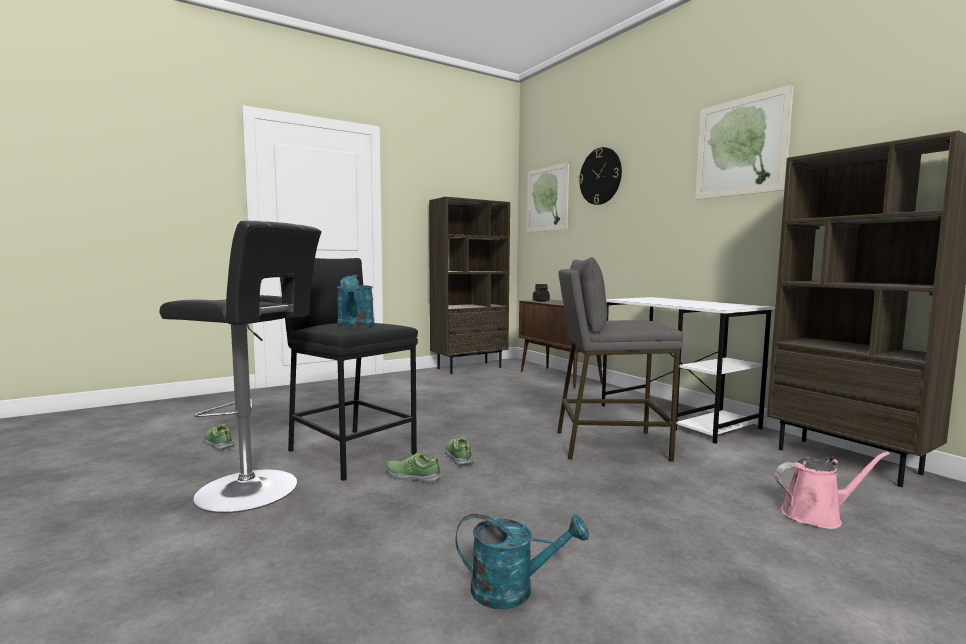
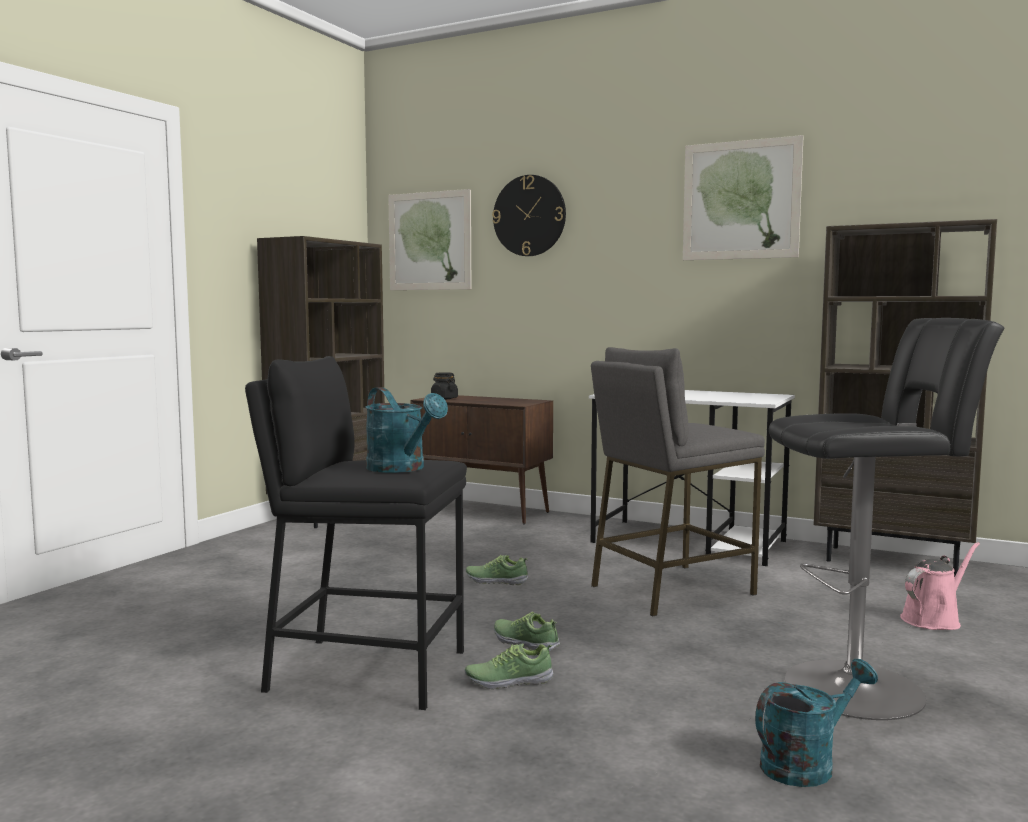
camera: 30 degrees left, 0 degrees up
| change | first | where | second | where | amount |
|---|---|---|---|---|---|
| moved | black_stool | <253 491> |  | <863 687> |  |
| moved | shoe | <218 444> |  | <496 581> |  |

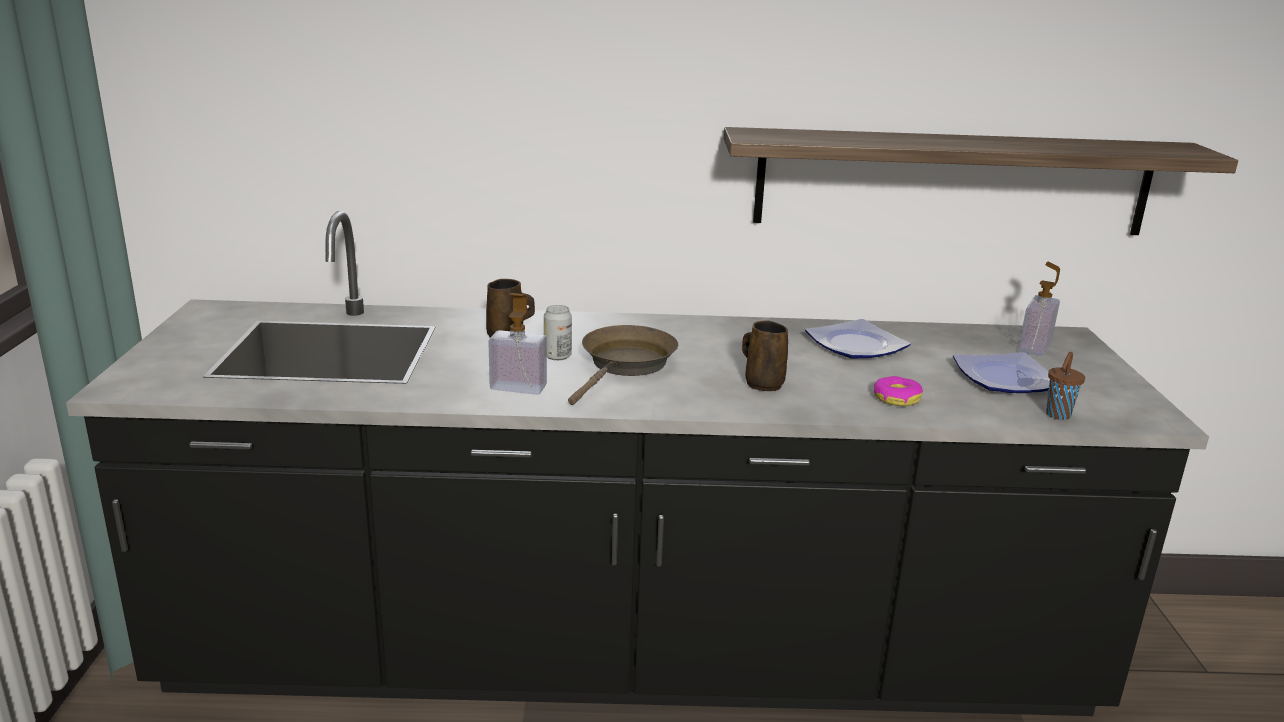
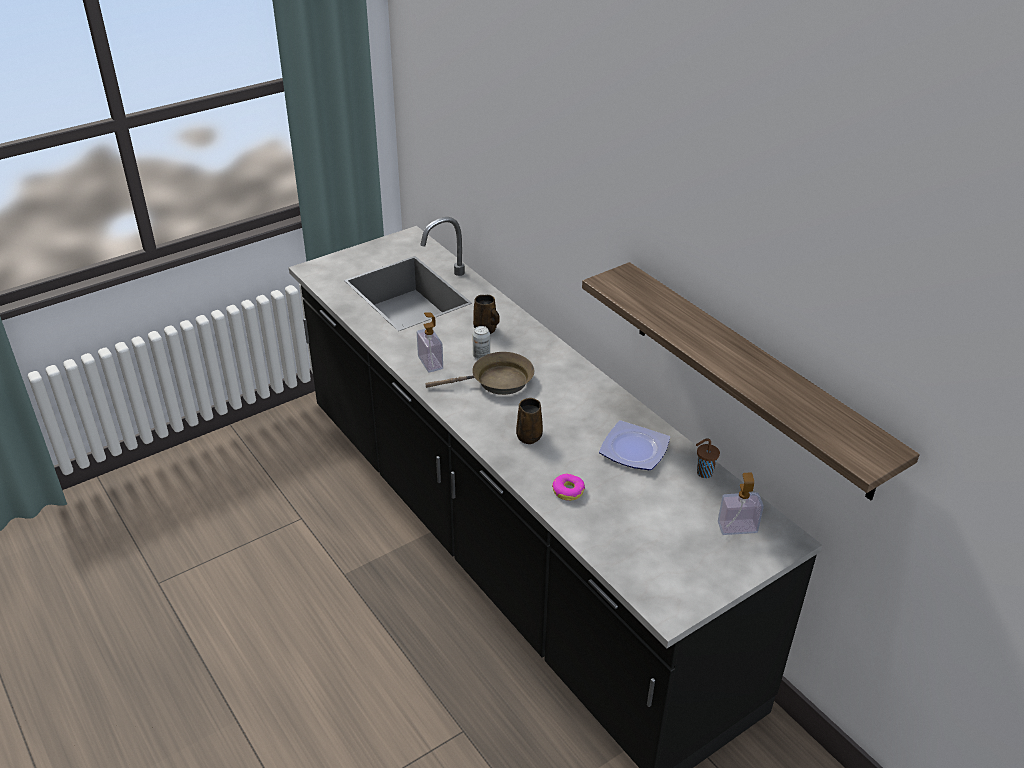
camera: 55 degrees right, 15 degrees up
| change | first | where | second | where | amount |
|---|---|---|---|---|---|
| removed | plate | <1006 378> |  |  |  |
| moved | brown_cup | <1057 415> |  | <703 473> |  |

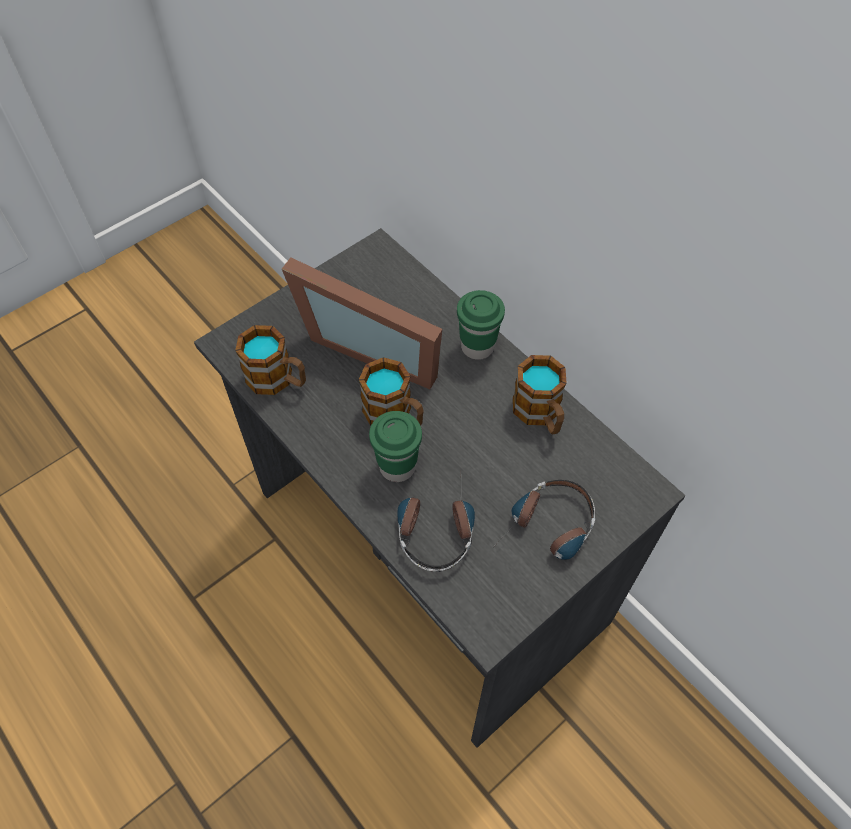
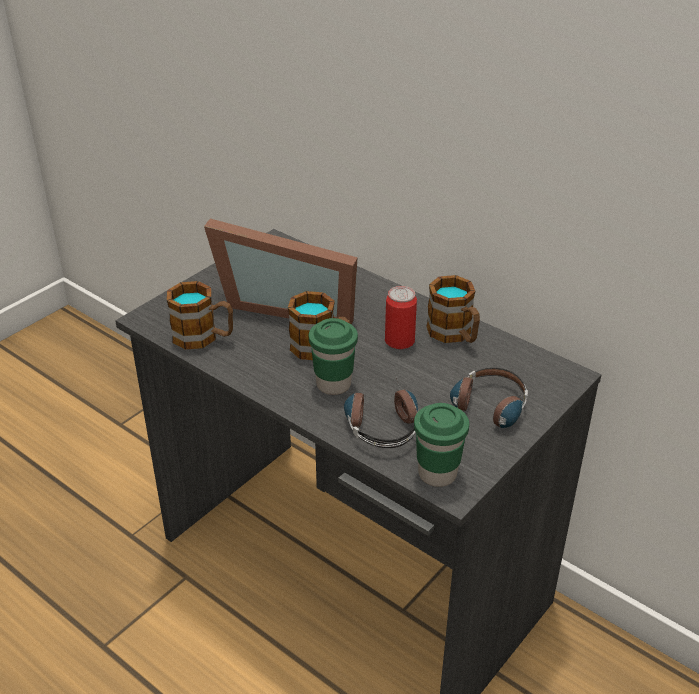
camera: 10 degrees left, 20 degrees down
| change | first | where | second | where | amount |
|---|---|---|---|---|---|
| moved | green_cup | <477 347> |  | <437 474> |  |
| added |  |  | can | <399 341> |  |

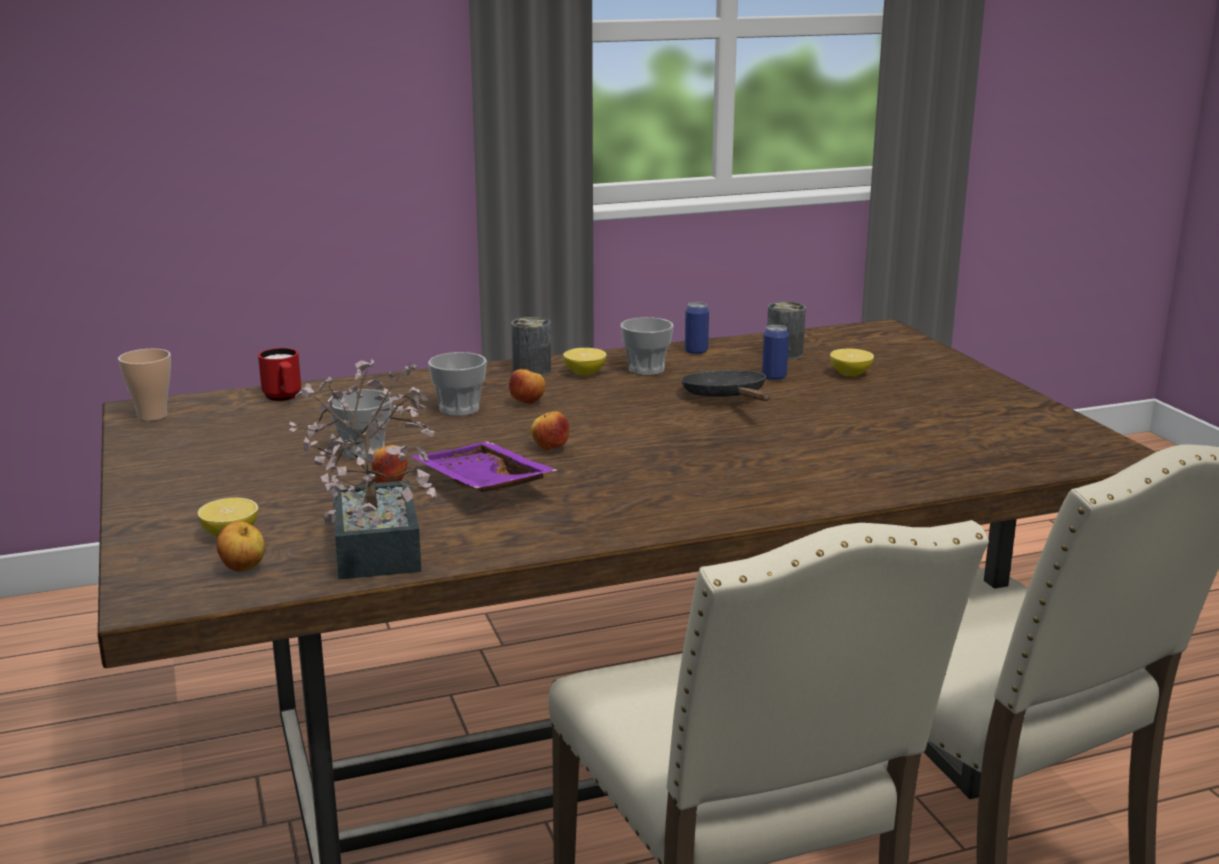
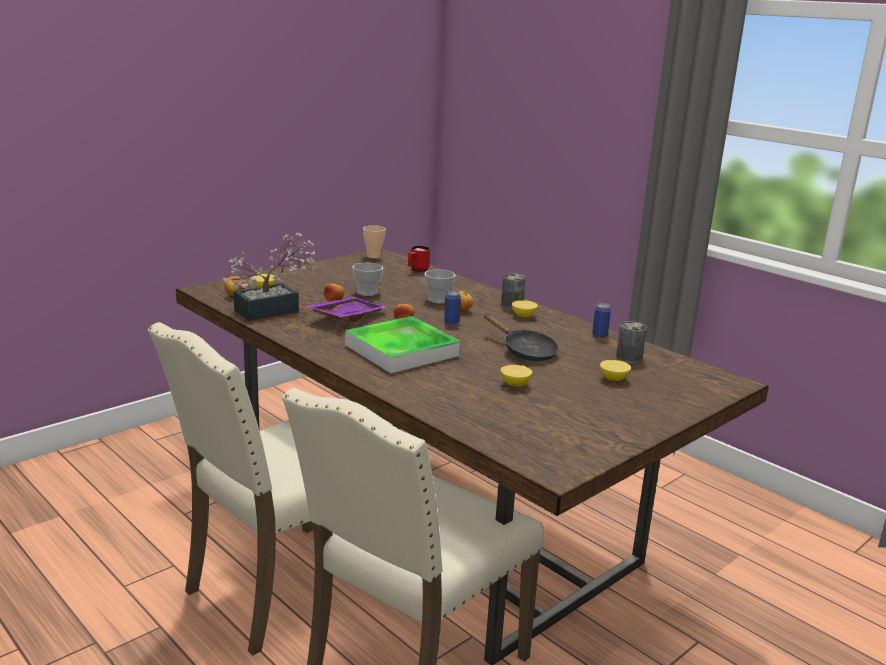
camera: 65 degrees right, 0 degrees up
| change | first | where | second | where | amount |
|---|---|---|---|---|---|
| removed | cup | <646 369> |  |  |  |
| turned | black_frying_pan | <727 398> |  | <525 351> | 90 degrees clockwise |
| moved | can | <774 377> |  | <451 323> |  |
| added |  |  | tray | <401 350> |  |
| added |  |  | lemon | <515 384> |  |

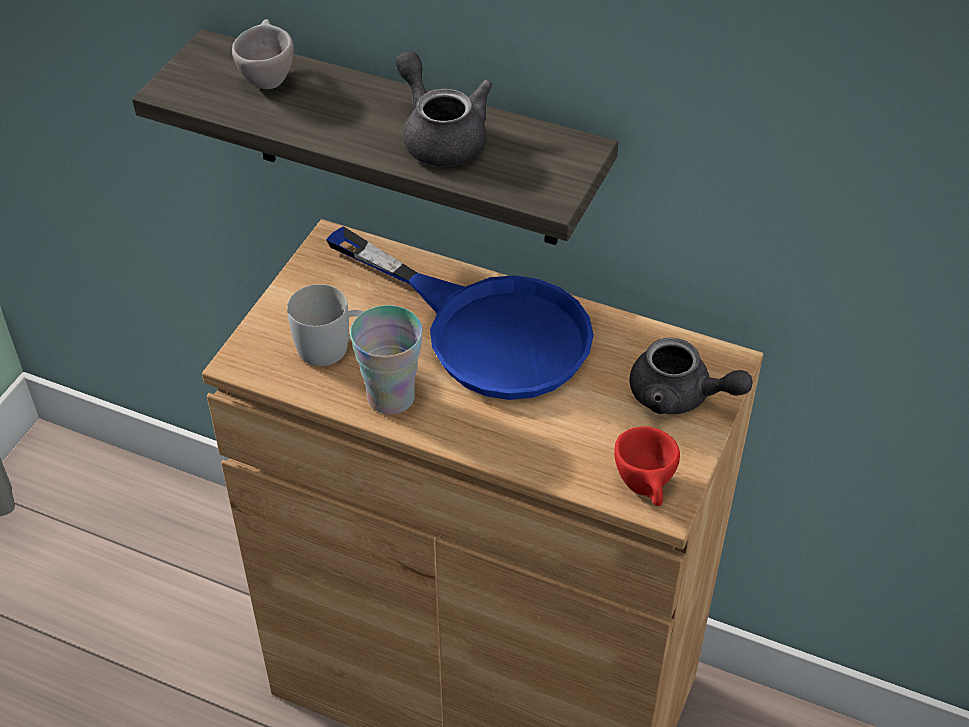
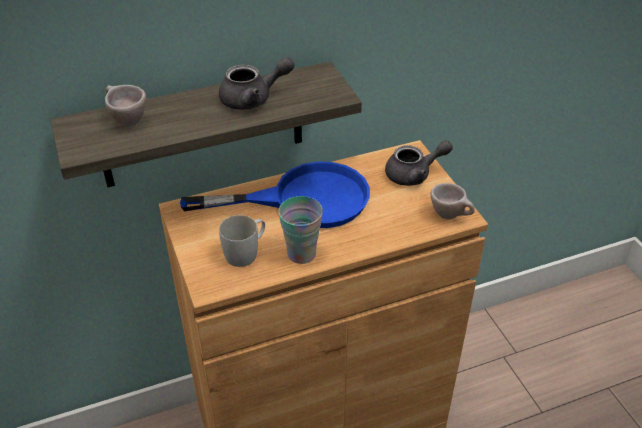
camera: 45 degrees left, 5 degrees down
| change | first | where | second | where | amount |
|---|---|---|---|---|---|
| turned | grey_teapot | <440 136> |  | <253 99> | 150 degrees clockwise |
| recoloured | red_cup | <646 490> | beige_cup | <451 216> |  |

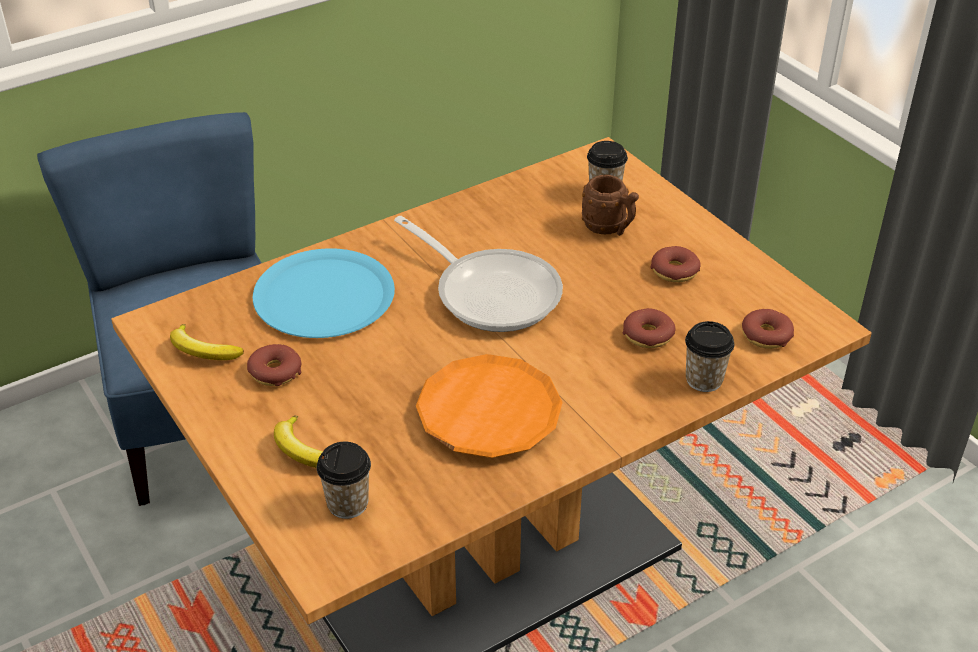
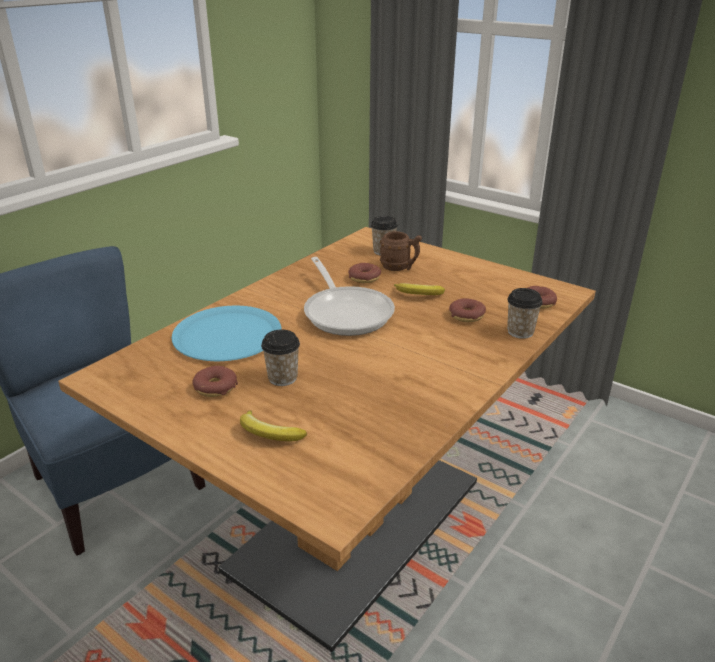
camera: 20 degrees left, 10 degrees down
| change | first | where | second | where | amount |
|---|---|---|---|---|---|
| moved | banana | <203 351> |  | <418 294> |  |
| moved | cup | <347 504> |  | <282 378> |  |
| turned | frying_pan | <491 292> |  | <346 312> | 45 degrees clockwise |
| removed | orange_plate | <489 413> |  |  |  |
| moved | donut | <674 271> |  | <364 278> |  |

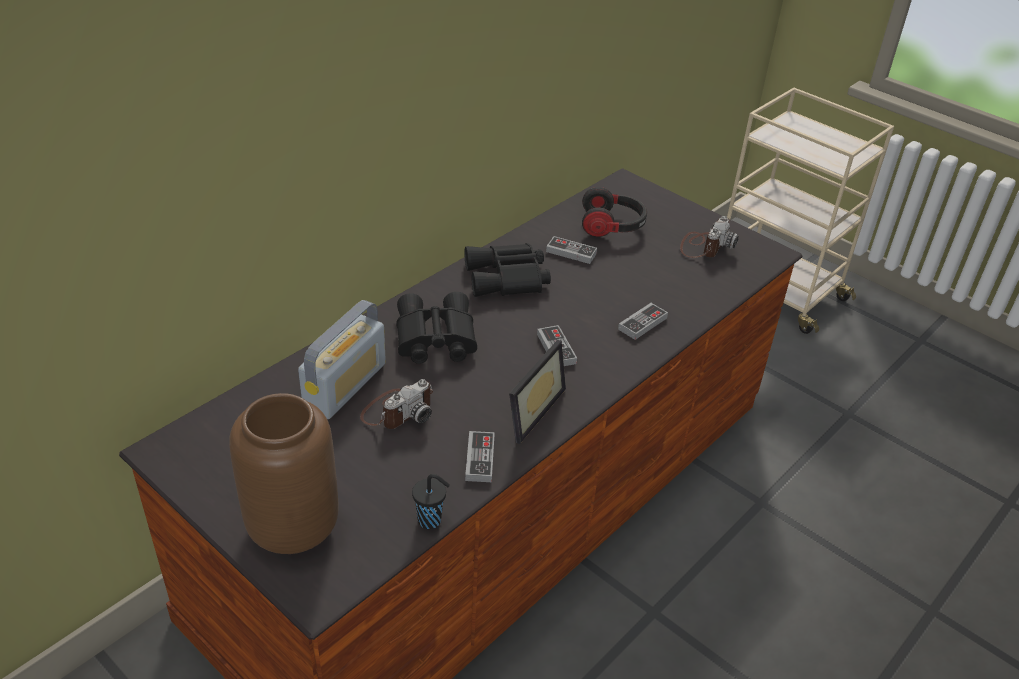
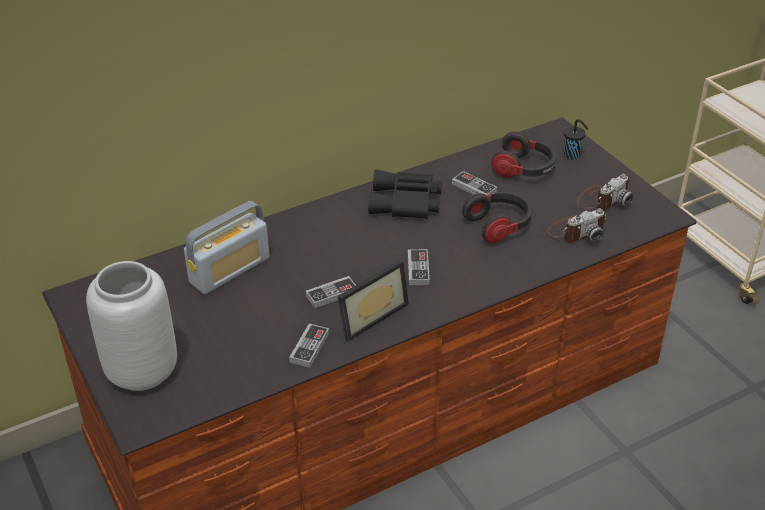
camera: 20 degrees right, 0 degrees up
| change | first | where | second | where | amount |
|---|---|---|---|---|---|
| recoloured | brown_vase | <295 527> | grey_vase | <144 371> |  |
| moved | photo_camera | <397 411> |  | <576 231> |  |
| removed | black_binoculars | <433 339> |  |  |  |
| moved | black_cup | <431 520> |  | <572 156> |  |
| moved | game_controller | <642 323> |  | <332 294> |  |
| added |  |  | headphones | <499 226> |  |

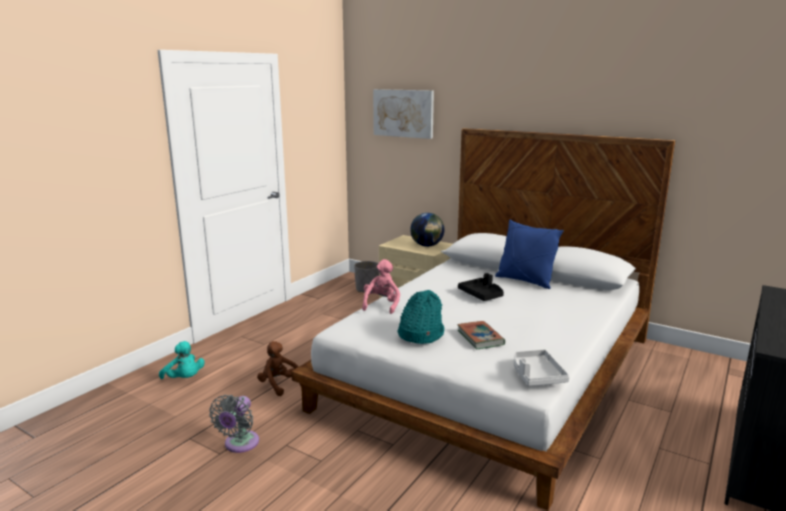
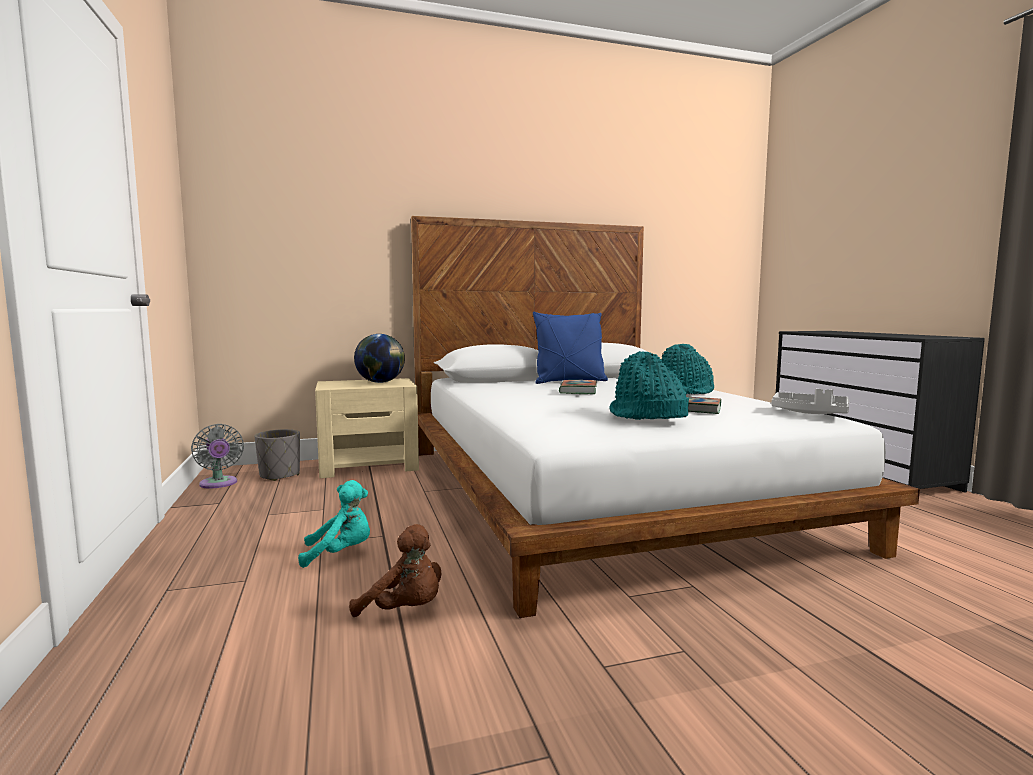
camera: 50 degrees left, 10 degrees down
| change | first | where | second | where | amount |
|---|---|---|---|---|---|
| moved | turquoise_plush_toy | <184 379> |  | <340 554> |  |
| moved | grey_fan | <239 444> |  | <219 484> |  |
| turned | brown_plush_toy | <279 385> |  | <405 611> | 150 degrees counterclockwise |
| removed | pink_plush_toy | <382 305> |  |  |  |
| removed | picture | <403 113> |  |  |  |
| replaced | black_tray | <481 295> | book | <578 391> |  |
| added |  |  | turquoise_hat | <686 392> |  |

